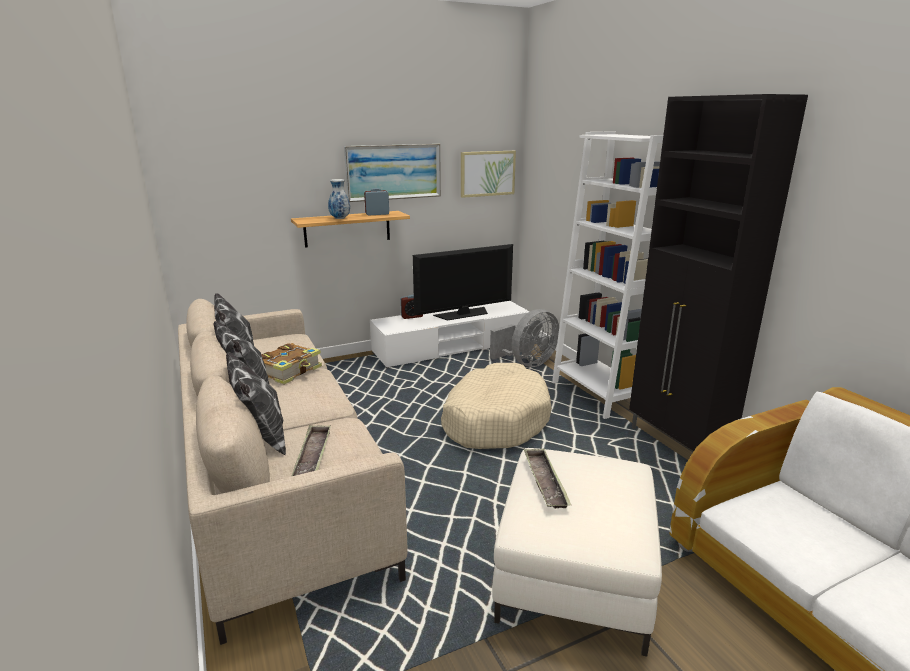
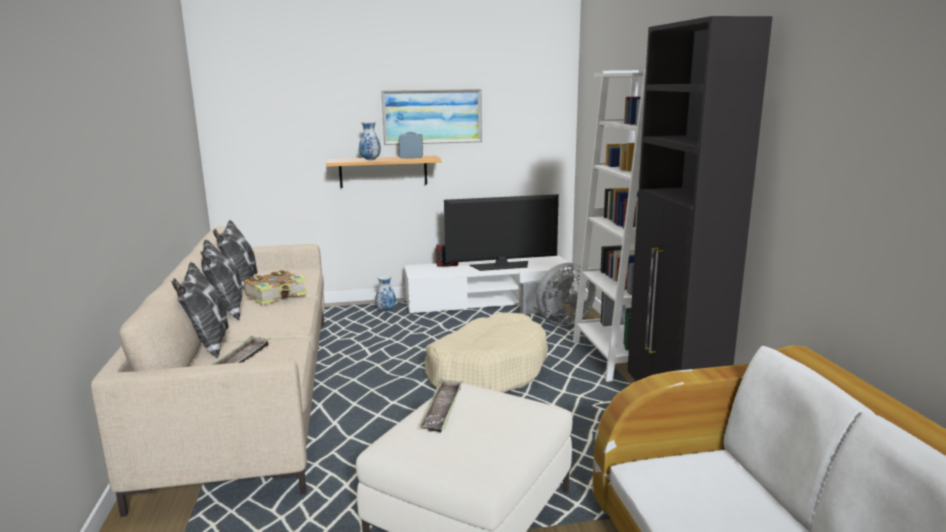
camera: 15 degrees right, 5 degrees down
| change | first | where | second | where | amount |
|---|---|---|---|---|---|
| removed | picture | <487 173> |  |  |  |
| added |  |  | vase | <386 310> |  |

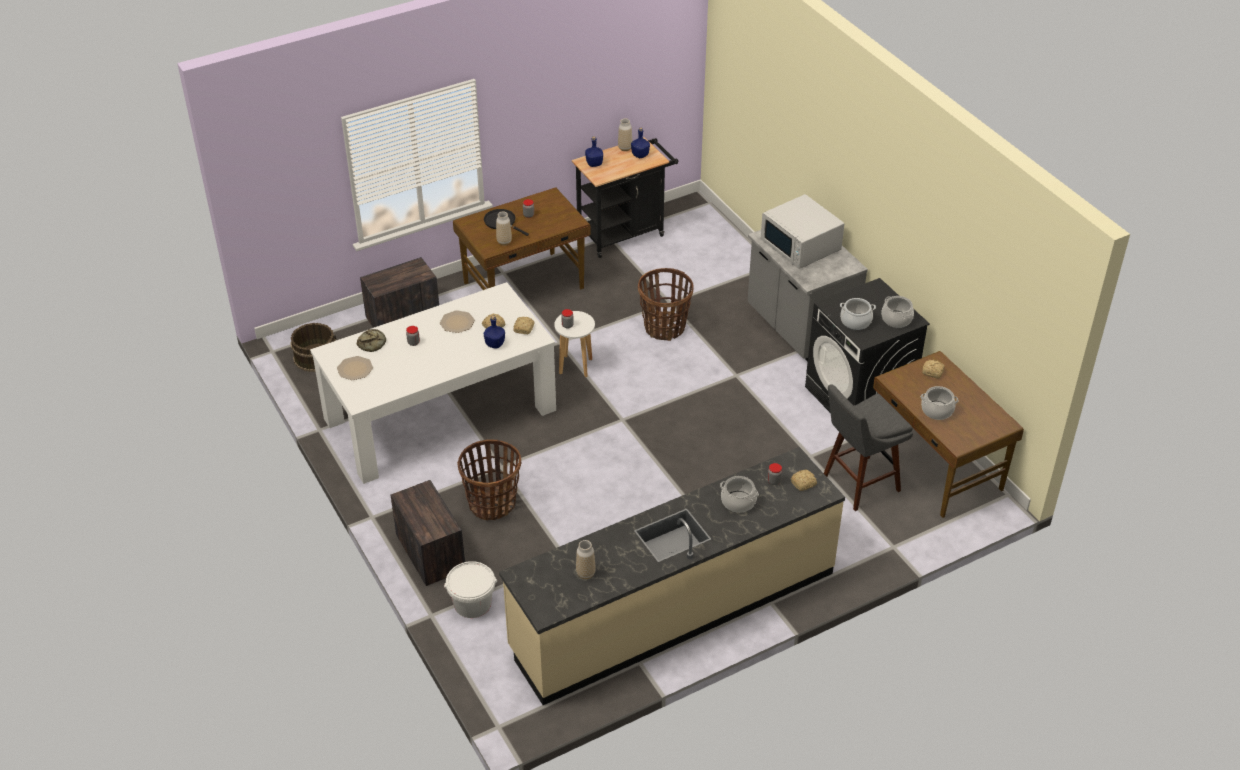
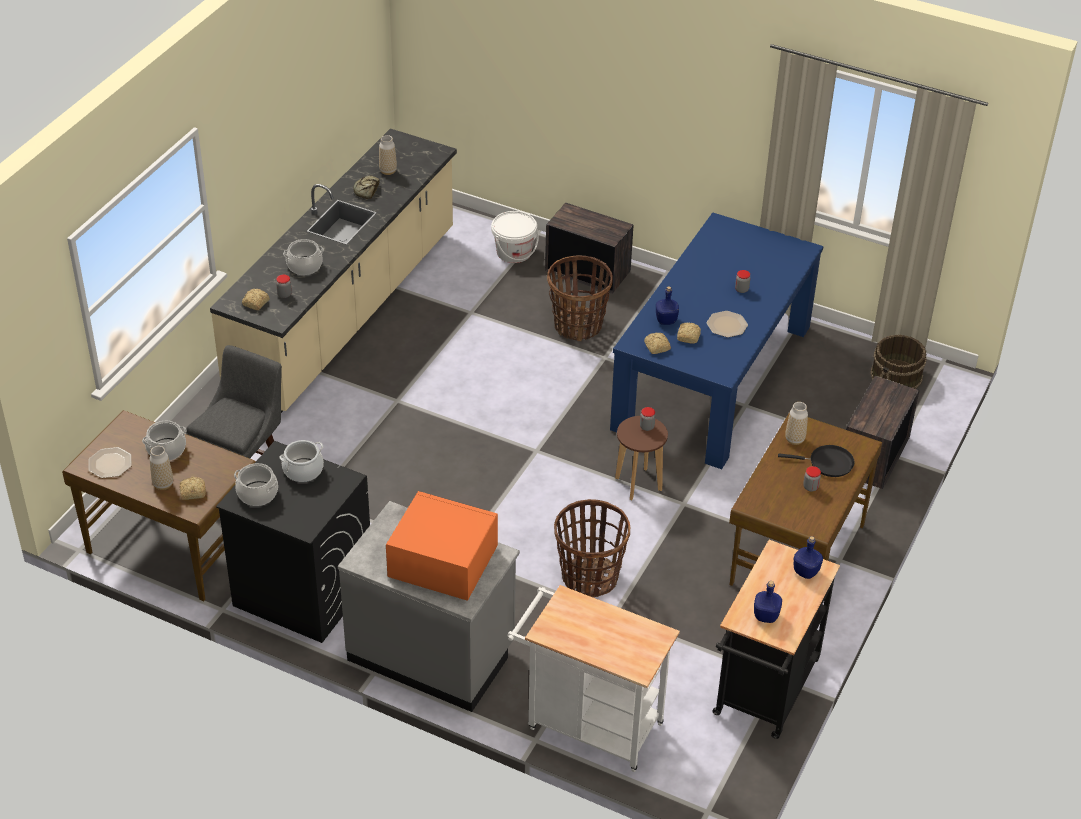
camera: 145 degrees right, 0 degrees up
| change | first | where | second | where | amount |
|---|---|---|---|---|---|
| recoloured | white_dining_table | <440 414> | blue_dining_table | <713 377> |  |
| moved | plate | <355 369> |  | <109 463> |  |
| moved | bread | <373 343> |  | <366 190> |  |
| recoloured | white_stool | <576 366> | brown_stool | <638 484> |  |
| moved | vase | <625 148> |  | <163 484> |  |
| recoloured | white_microwave | <801 245> | orange_microwave | <442 562> |  |
| added |  |  | white_cart | <587 723> |  |

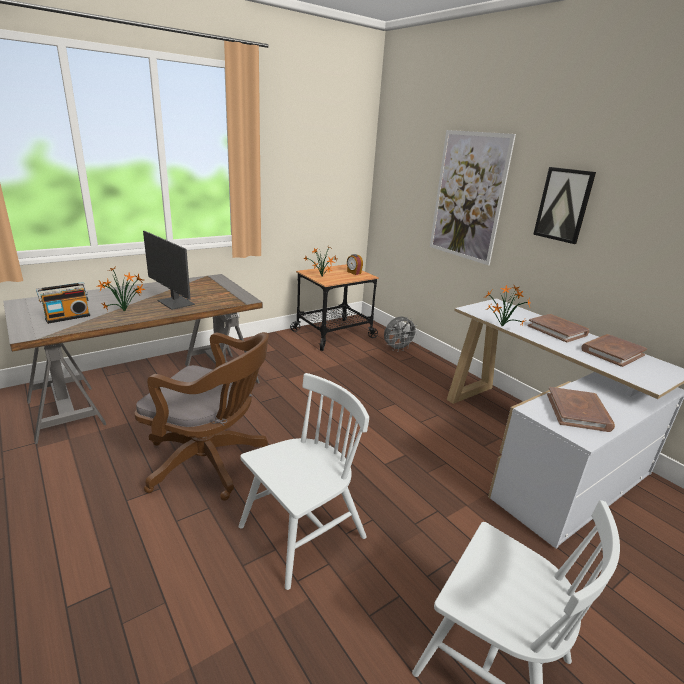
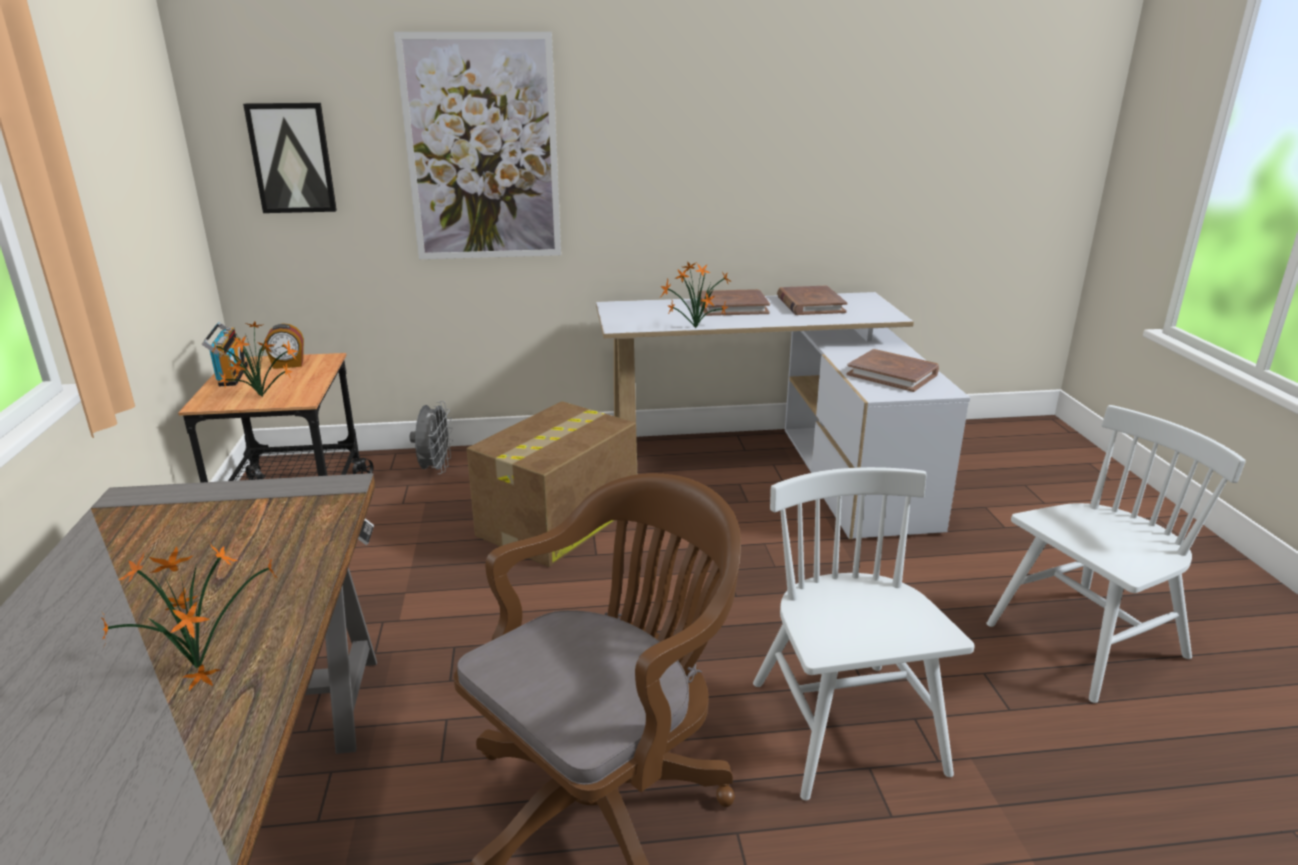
camera: 60 degrees left, 0 degrees up
| change | first | where | second | where | amount |
|---|---|---|---|---|---|
| moved | radio | <67 317> |  | <230 376> |  |
| removed | monitor | <175 303> |  |  |  |
| moved | picture | <563 205> |  | <292 158> |  |
| added |  |  | cardboard_box | <556 522> |  |

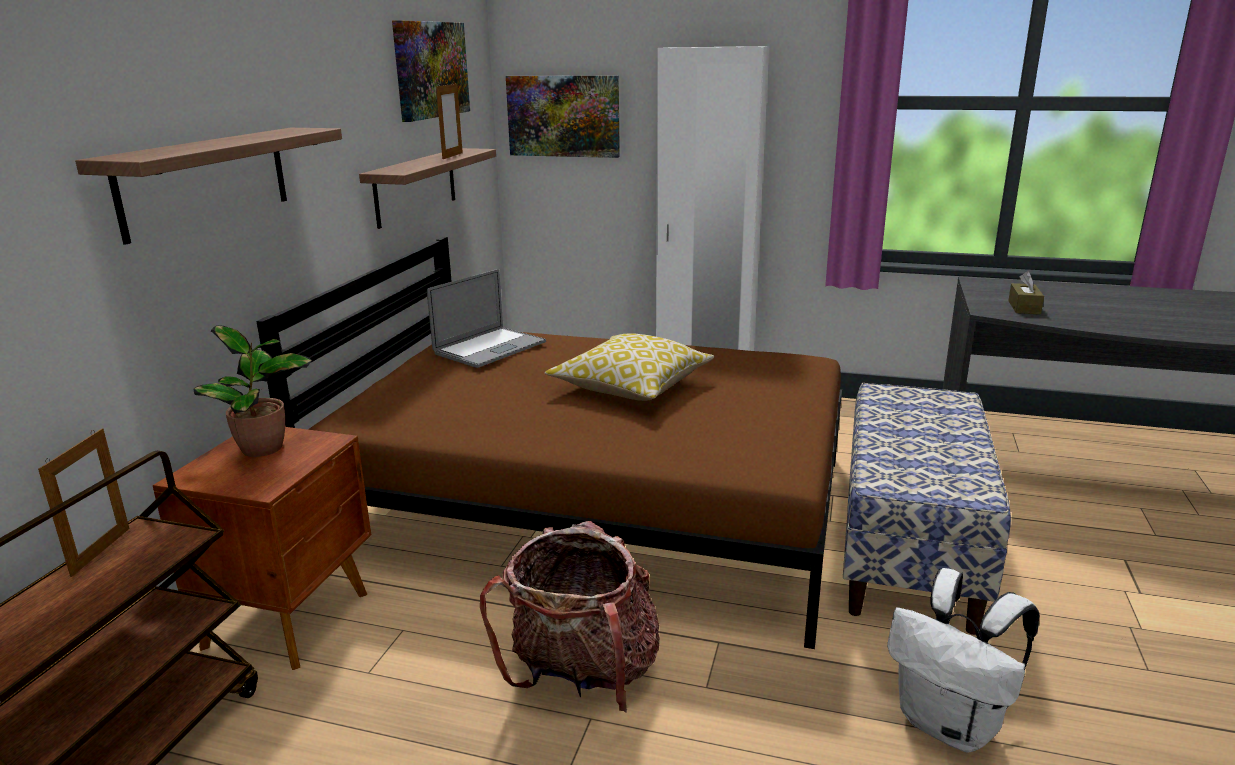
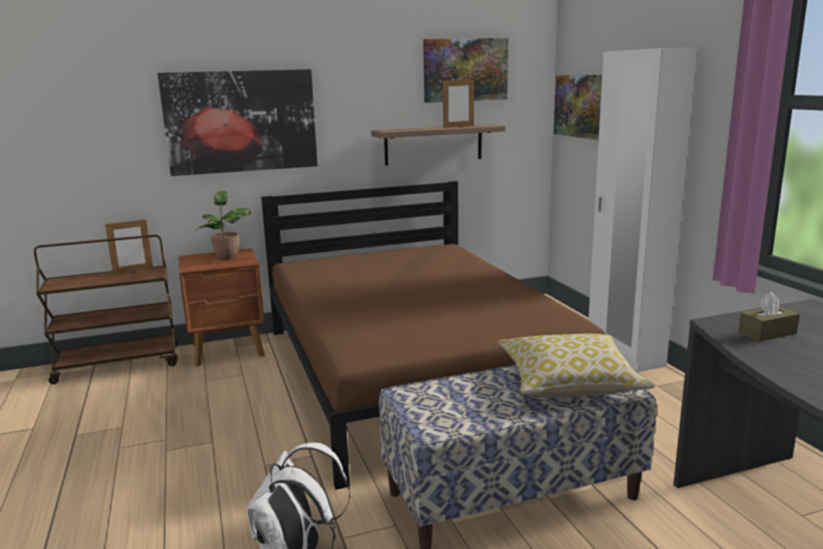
camera: 55 degrees right, 5 degrees down
| change | first | where | second | where | amount |
|---|---|---|---|---|---|
| replaced | shelf | <206 181> | picture | <241 121> |  |
| removed | laptop | <490 348> |  |  |  |
| removed | backpack | <582 675> |  |  |  |
| moved | pillow | <631 386> |  | <569 383> |  |

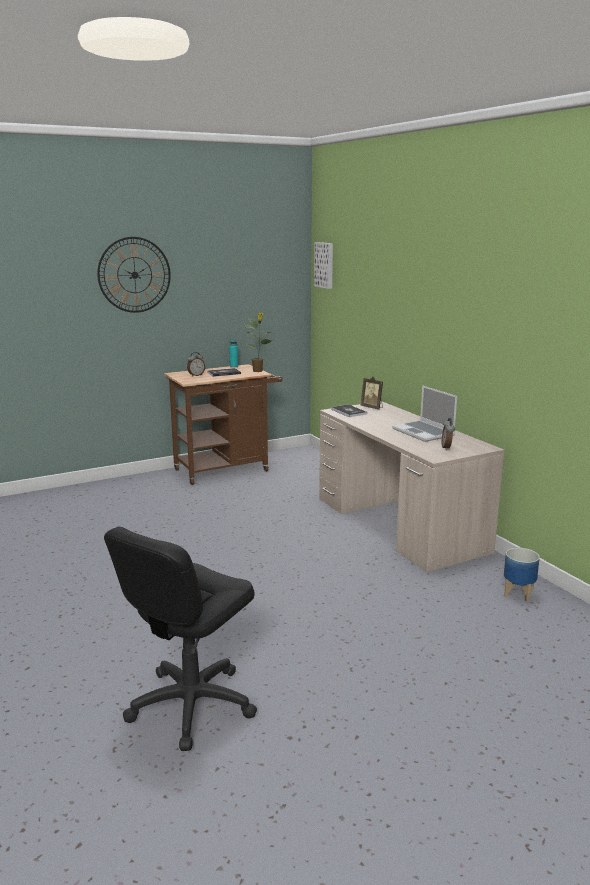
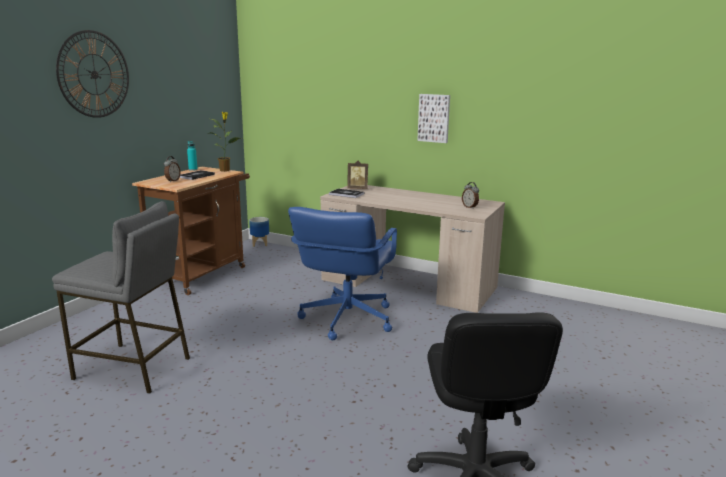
camera: 35 degrees left, 0 degrees up
| change | first | where | second | where | amount |
|---|---|---|---|---|---|
| moved | picture | <325 265> |  | <434 118> |  |
| removed | laptop | <424 432> |  |  |  |
| moved | planter | <518 593> |  | <260 244> |  |
| added |  |  | grey_stool | <133 368> |  |
| added |  |  | blue_office_chair | <346 319> |  |

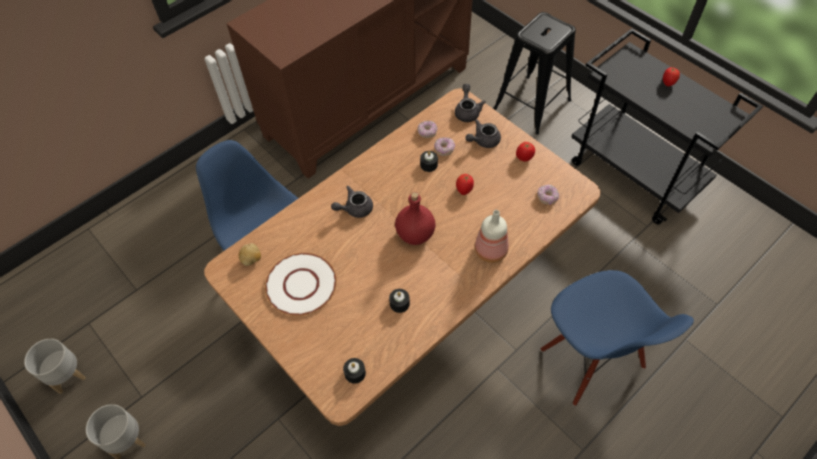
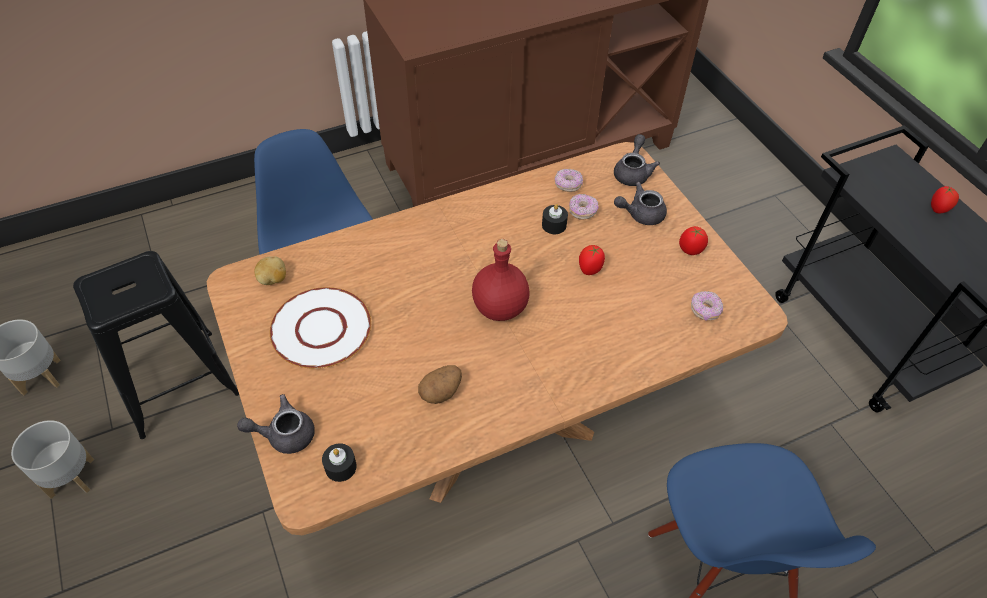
camera: 15 degrees right, 5 degrees down
| change | first | where | second | where | amount |
|---|---|---|---|---|---|
| moved | grey_teapot | <354 209> |  | <284 434> |  |
| replaced | black_candle | <399 303> | potato | <441 392> |  |
| removed | bottle | <491 250> |  |  |  |
| moved | black_stool | <532 104> |  | <178 382> |  |

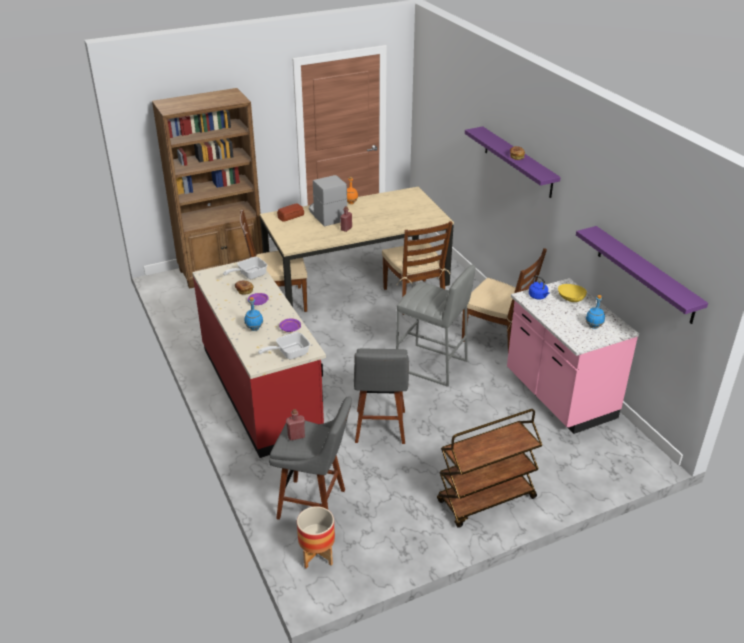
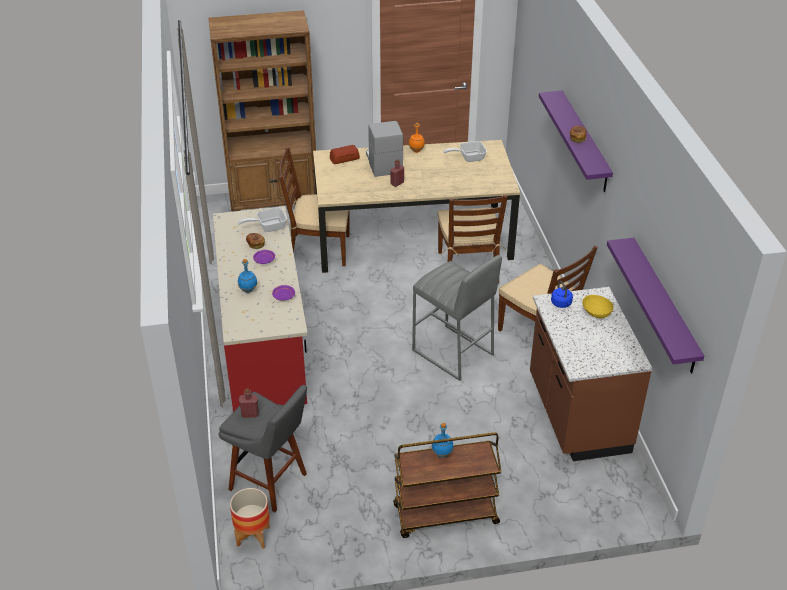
camera: 15 degrees right, 5 degrees up
| change | first | where | second | where | amount |
|---|---|---|---|---|---|
| moved | frying_pan | <289 354> |  | <468 157> |  |
| removed | grey_stool | <380 429> |  |  |  |
| recoloured | pink_counter | <558 396> | brown_counter | <576 415> |  |
| moved | blue_bottle | <593 326> |  | <442 454> |  |

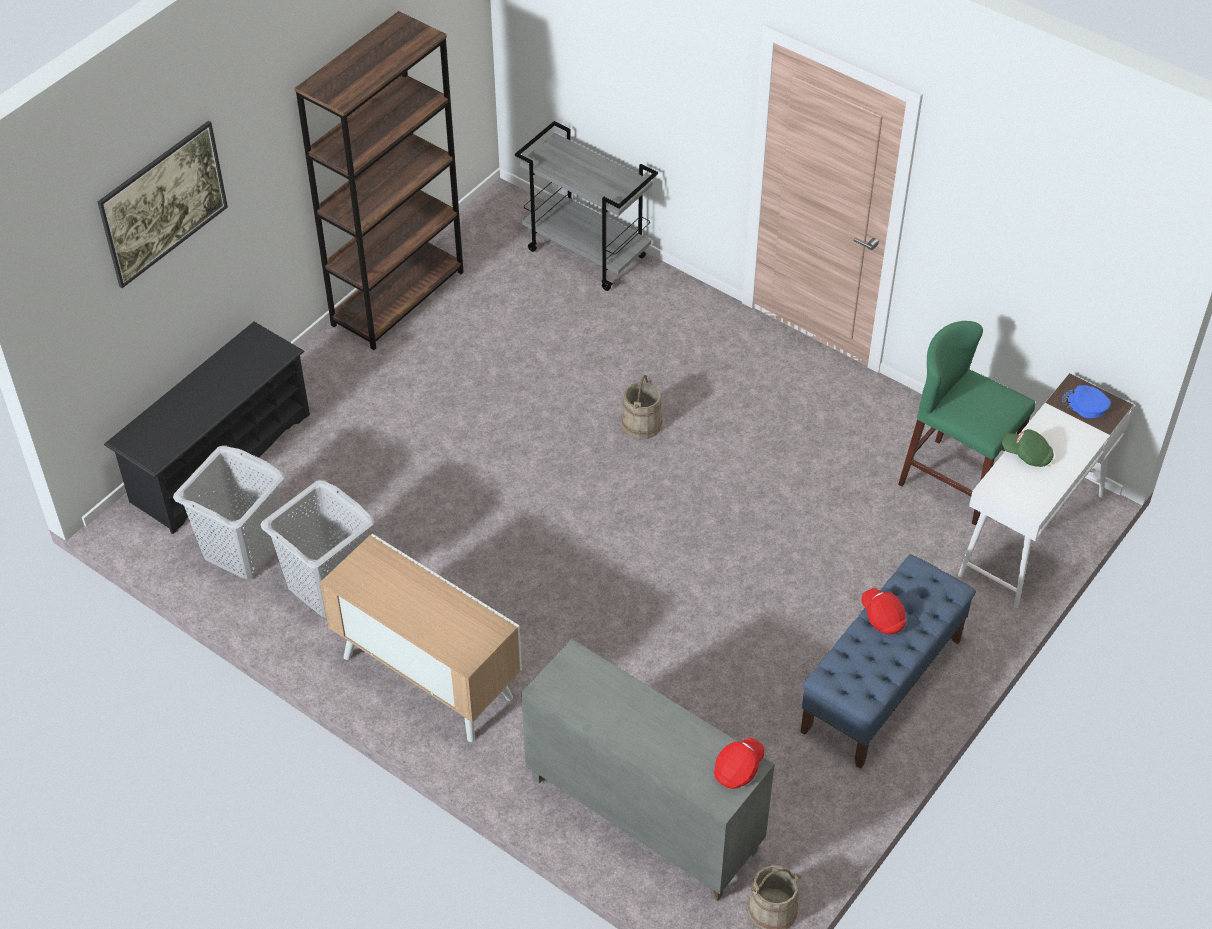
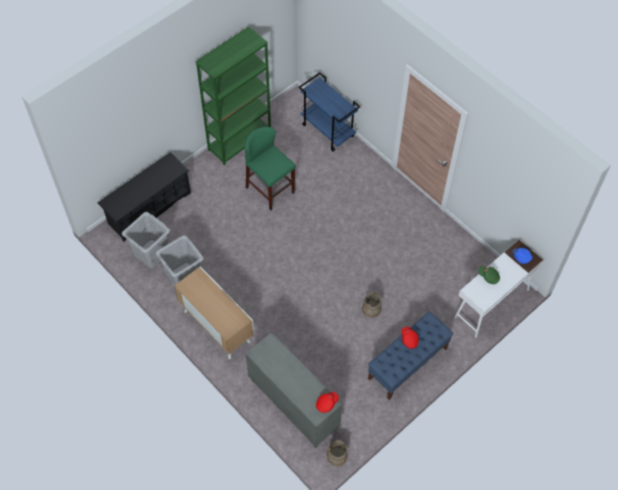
camera: 10 degrees right, 10 degrees up
| change | first | where | second | where | amount |
|---|---|---|---|---|---|
| removed | picture | <168 224> |  |  |  |
| recoloured | brown_bookcase | <398 298> | green_bookcase | <239 141> |  |
| recoloured | grey_cart | <588 253> | blue_cart | <328 131> |  |
| moved | beige_bucket | <642 424> |  | <371 309> |  |
| moved | green_stool | <956 482> |  | <270 190> |  |

